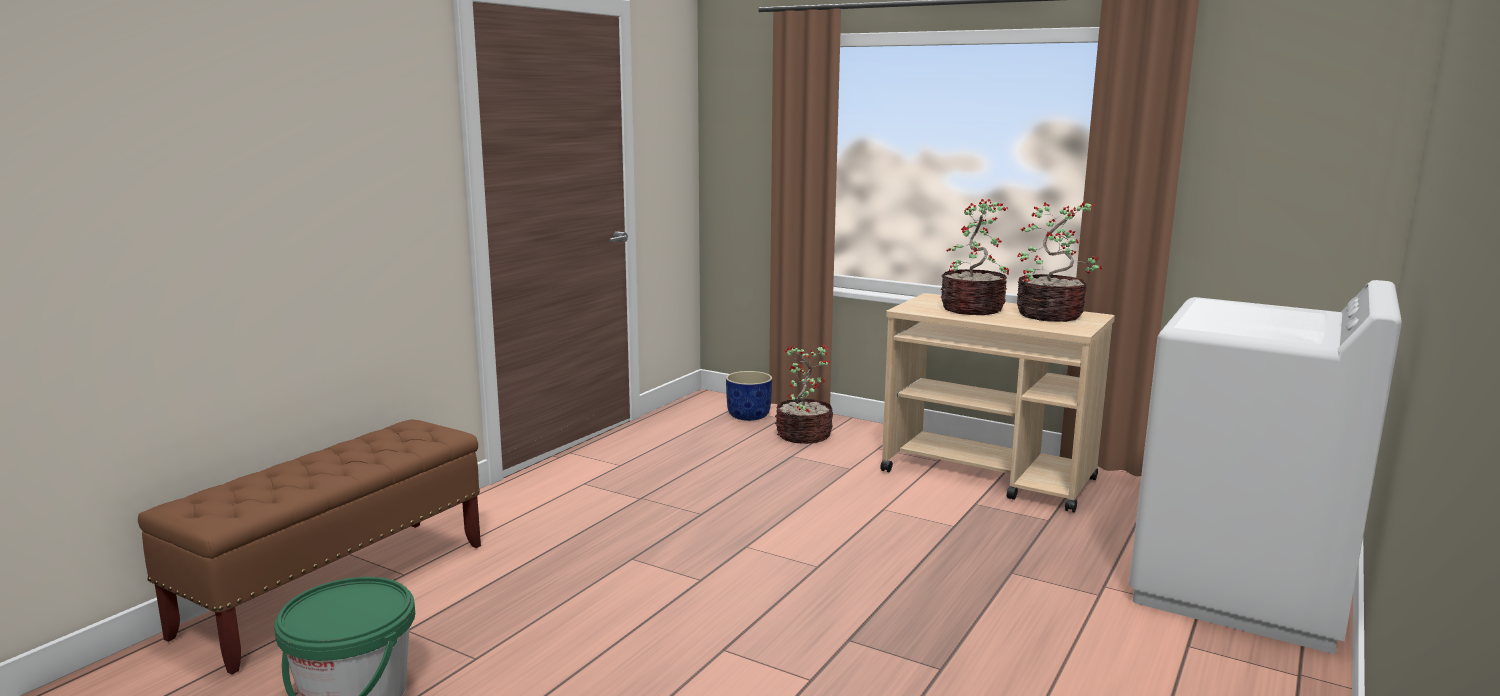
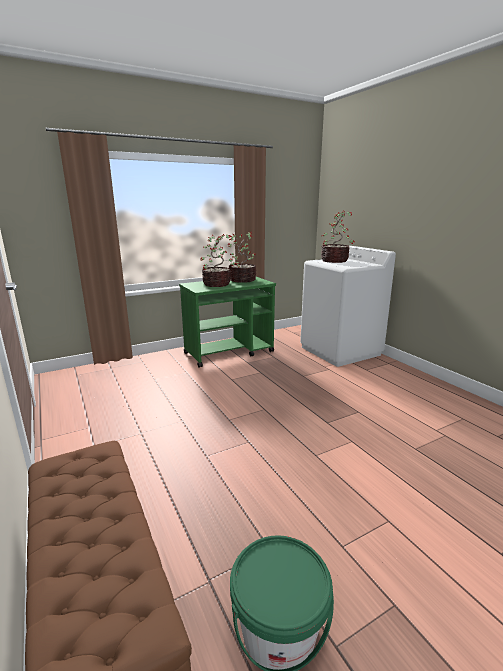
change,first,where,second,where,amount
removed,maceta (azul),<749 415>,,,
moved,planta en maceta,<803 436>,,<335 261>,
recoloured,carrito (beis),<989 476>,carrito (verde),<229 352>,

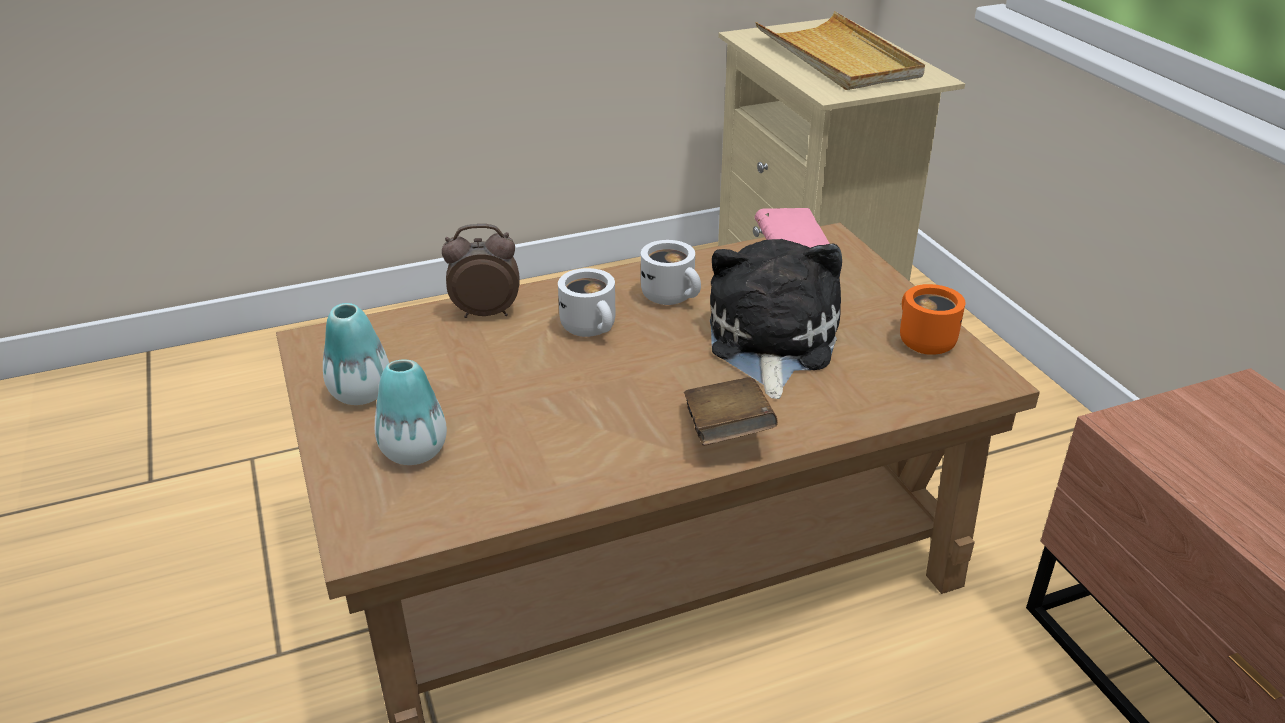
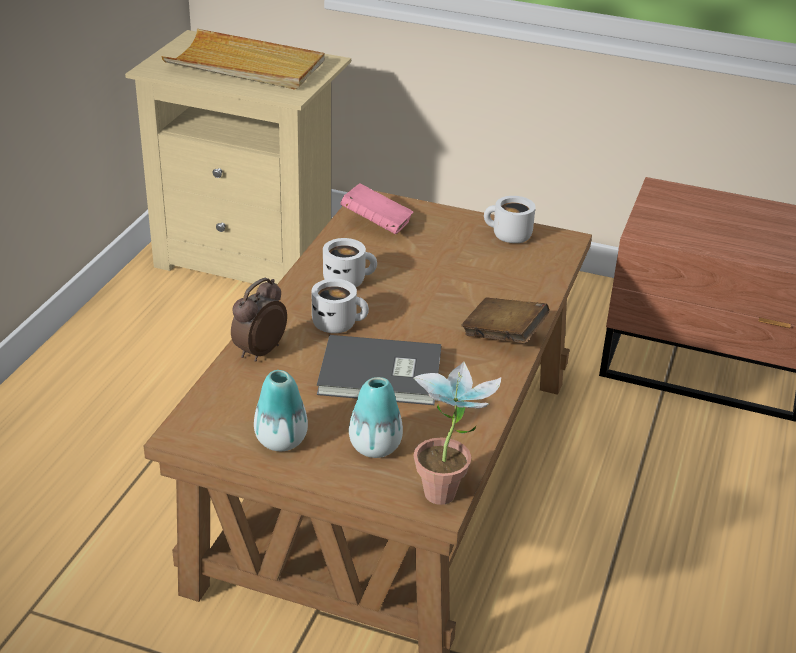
change,first,where,second,where,amount
removed,peluche,<770 343>,,,
added,,,libro (gris),<381 376>,
added,,,planta en maceta,<448 488>,
recoloured,taza grande (naranja),<921 341>,taza grande (blanco),<508 236>,

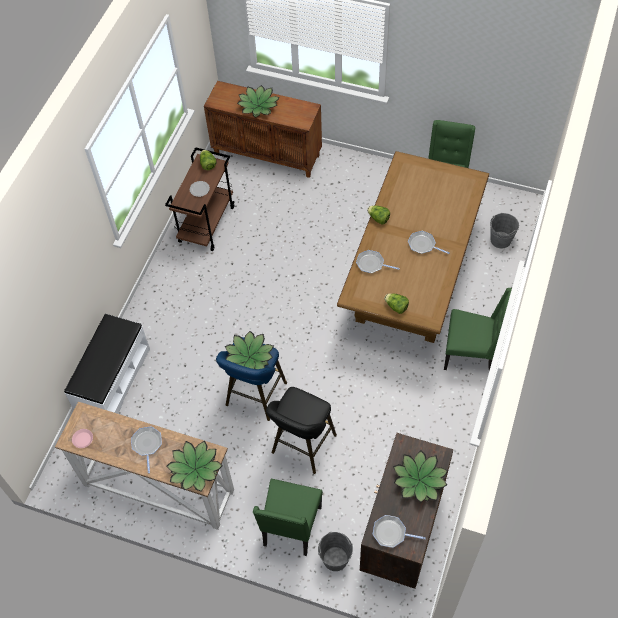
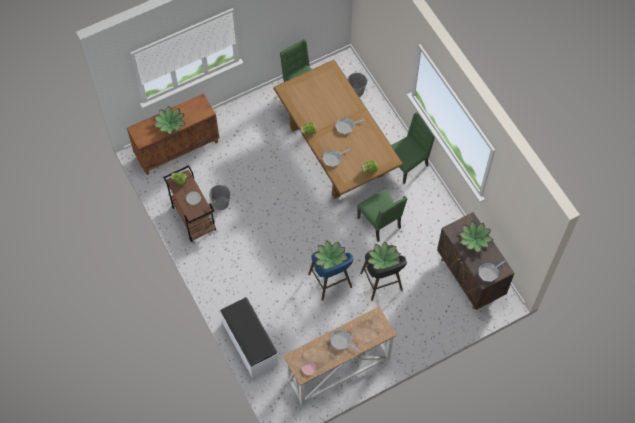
change,first,where,second,where,amount
moved,planta en maceta,<195 469>,,<384 260>,
moved,silla (verde),<291 527>,,<380 223>,
moved,cubo (gris),<335 558>,,<221 203>,

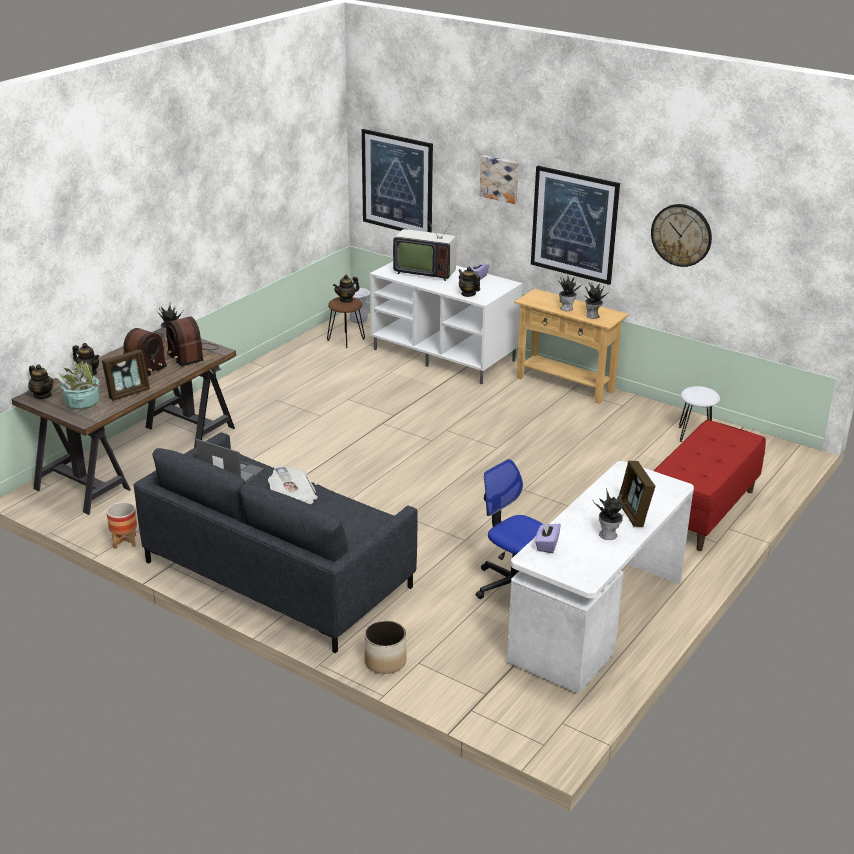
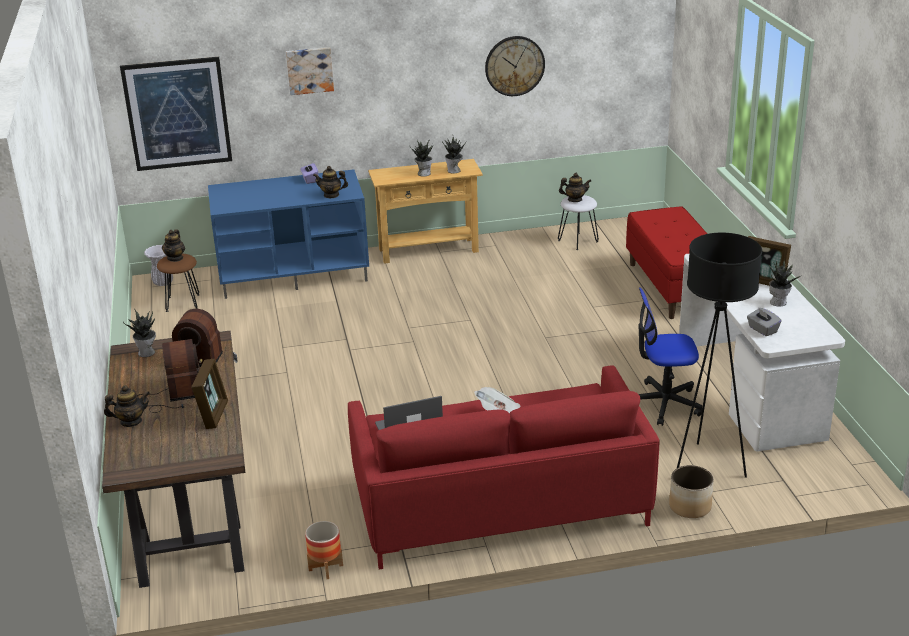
change,first,where,second,where,amount
removed,planta en maceta,<82 402>,,,
removed,televisor,<424 272>,,,
removed,cuadro,<574 224>,,,
added,,,lámpara de pie (negro),<707 466>,
moved,tetera,<43 395>,,<574 200>,
recoloured,sofá (gris),<277 574>,sofá (rojo),<500 504>,
recoloured,mueble de televisión (blanco),<445 355>,mueble de televisión (azul),<294 273>,
recoloured,caja de pañuelos (morado),<547 545>,caja de pañuelos (gris),<762 330>,

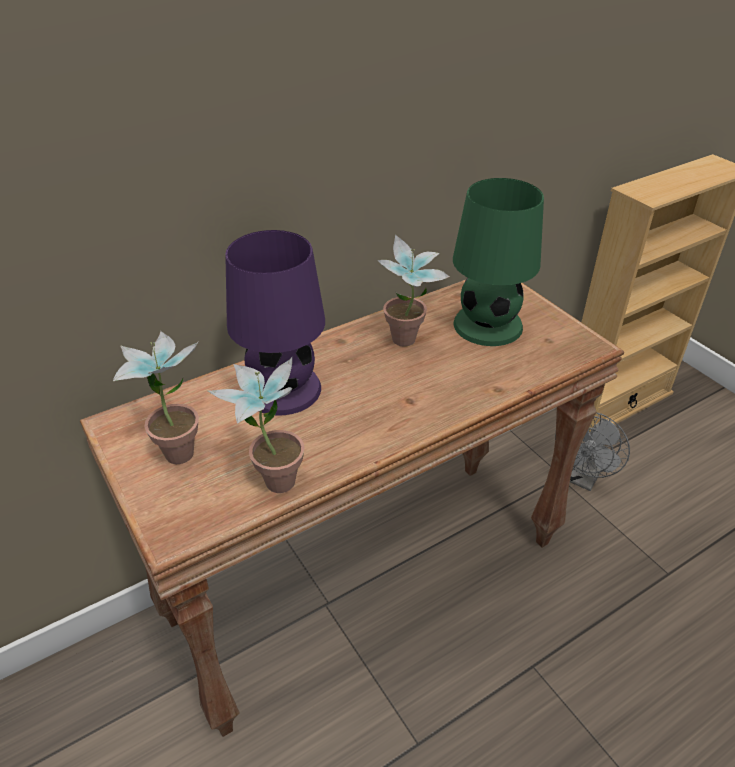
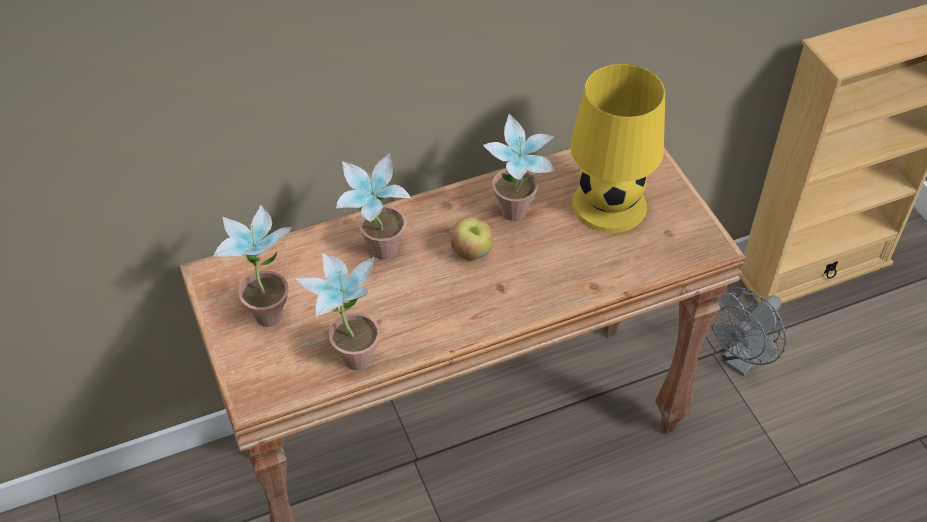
change,first,where,second,where,amount
added,,,manzana,<471 252>,
replaced,lámpara de mesa (morado),<283 388>,planta en maceta,<378 256>,
recoloured,lámpara de mesa (verde),<487 325>,lámpara de mesa (amarillo),<608 204>,

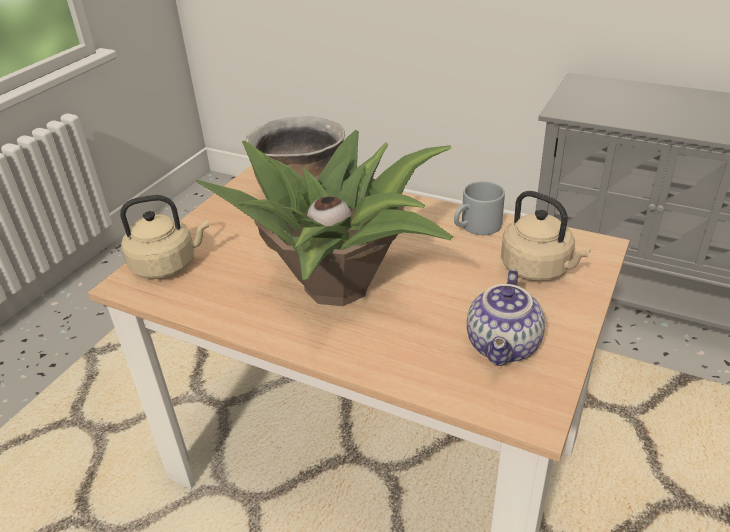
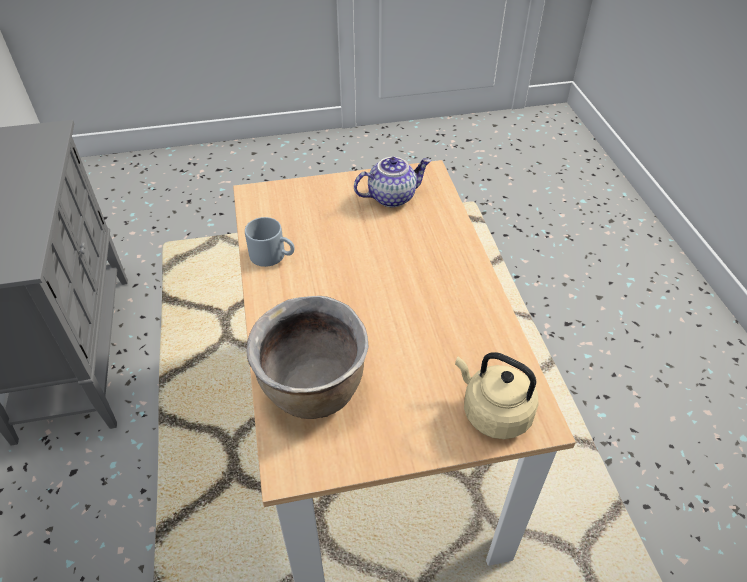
change,first,where,second,where,amount
removed,planta en maceta,<340 286>,,,
removed,hervidor (beis),<538 269>,,,

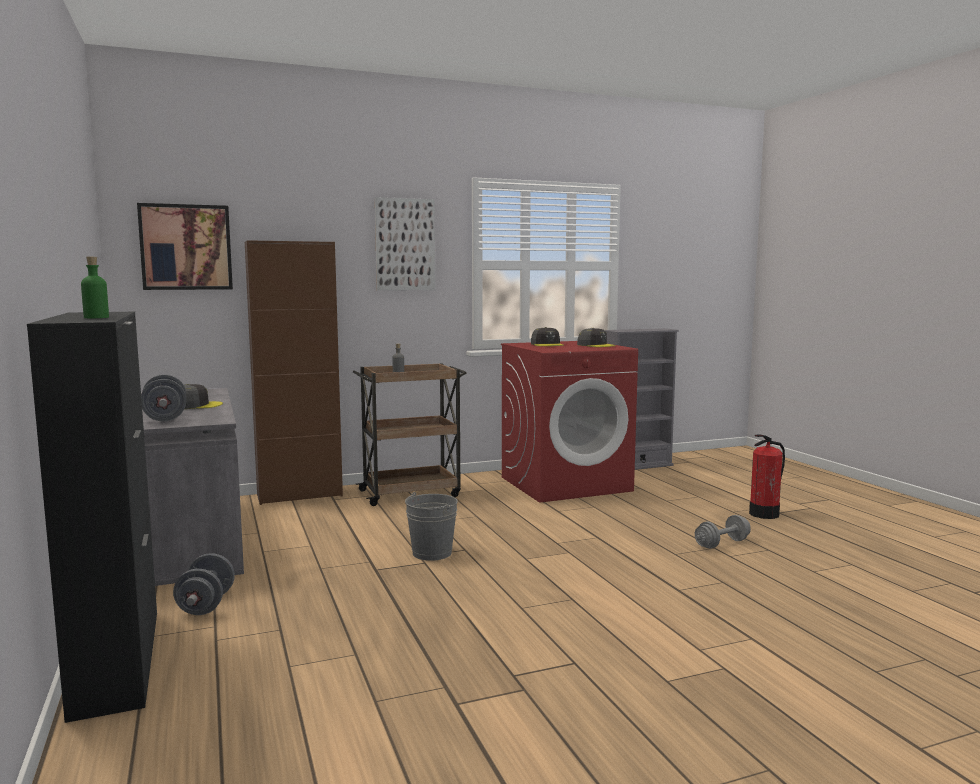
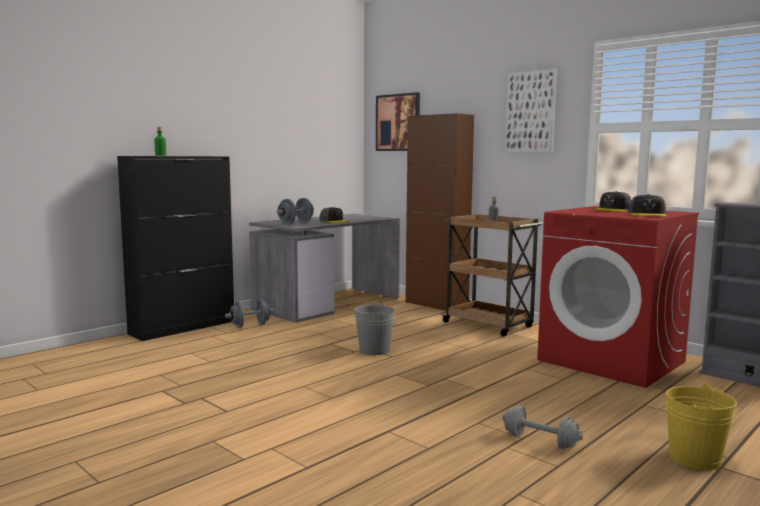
change,first,where,second,where,amount
replaced,extintor,<764 514>,cubo (amarillo),<694 458>,

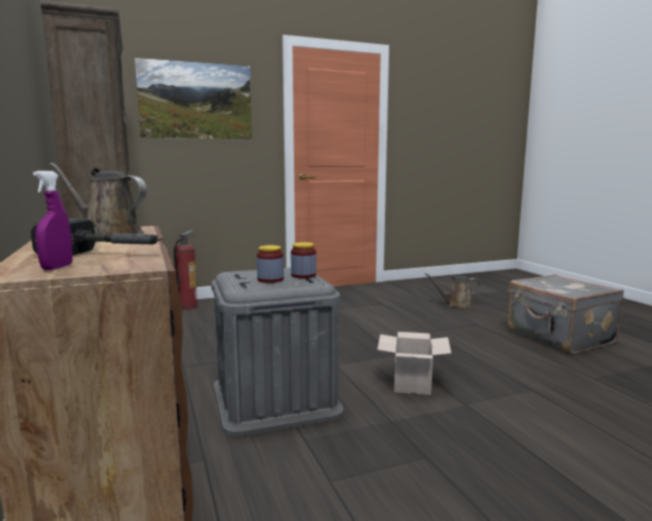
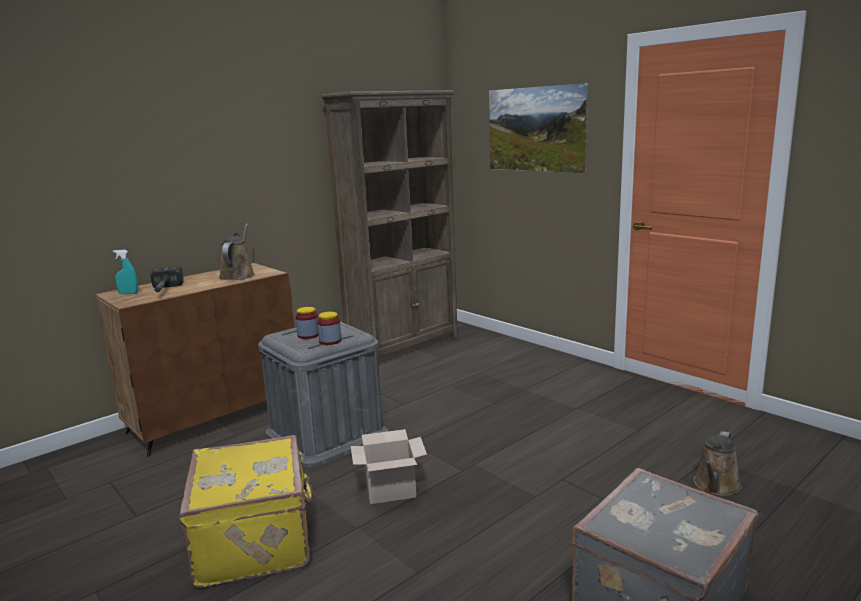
change,first,where,second,where,amount
removed,extintor,<187 307>,,,
added,,,maleta (amarillo),<256 540>,
recoloured,pulverizador (morado),<57 267>,pulverizador (turquesa),<128 293>,
turned,regadera (marrón),<456 305>,,<716 486>,120 degrees counterclockwise

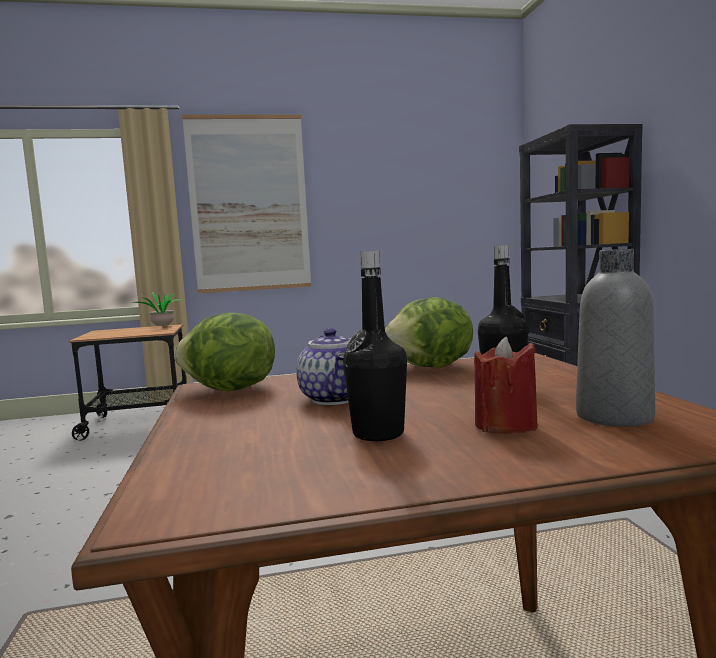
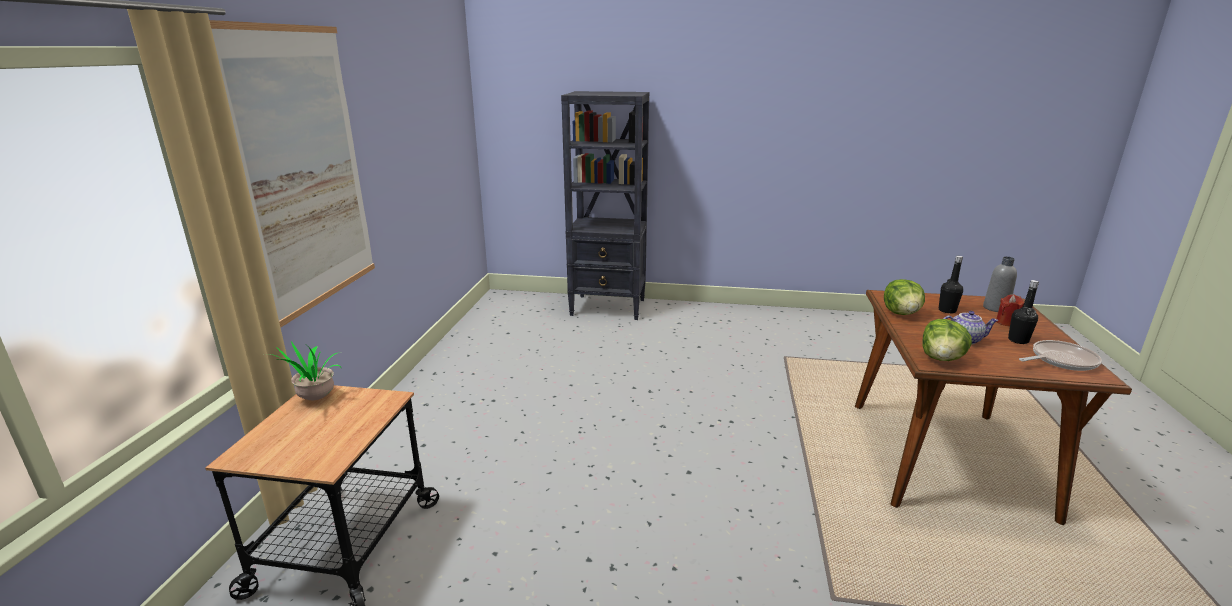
change,first,where,second,where,amount
added,,,sartén,<1060 360>,

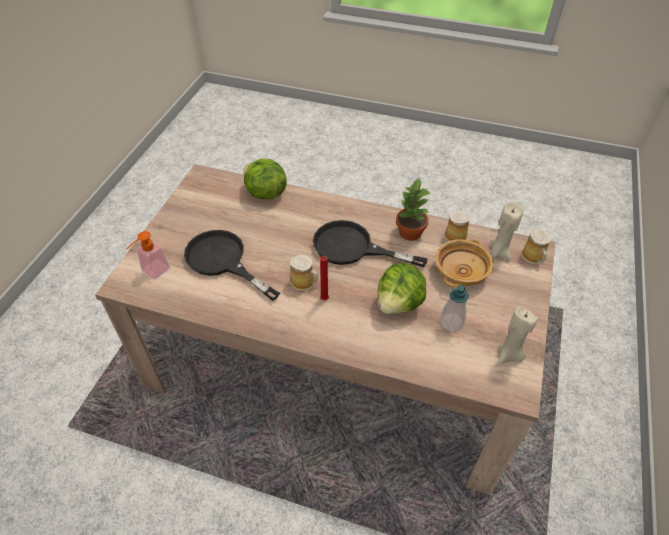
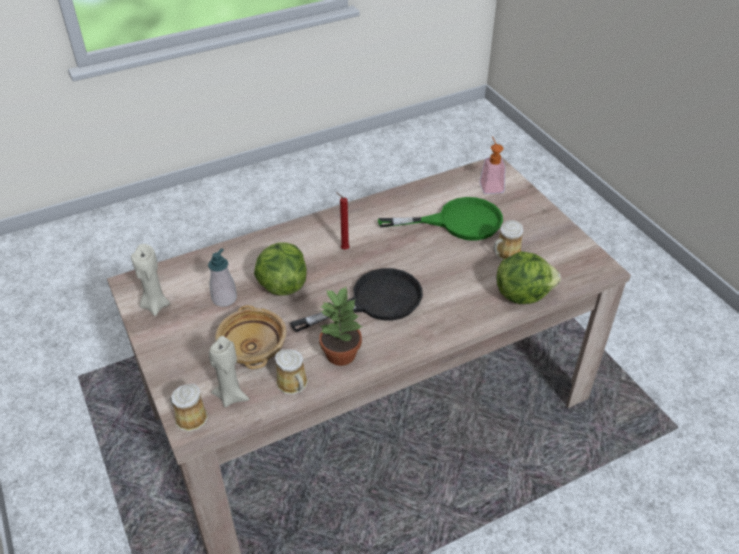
change,first,where,second,where,amount
moved,taza grande,<304 282>,,<506 253>,
recoloured,sartén (negro),<223 261>,sartén (verde),<457 222>,

